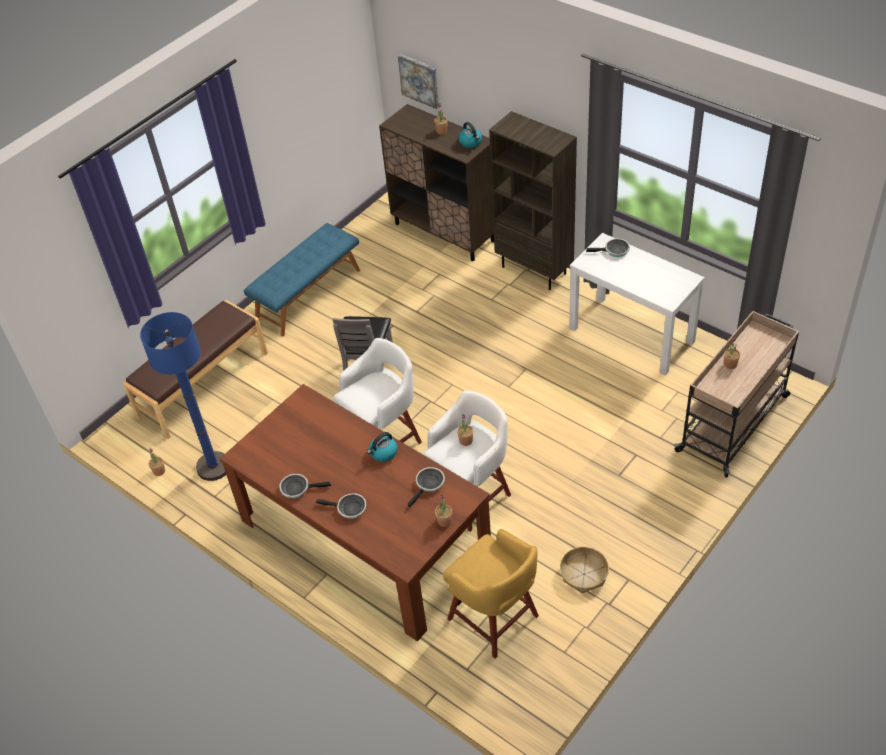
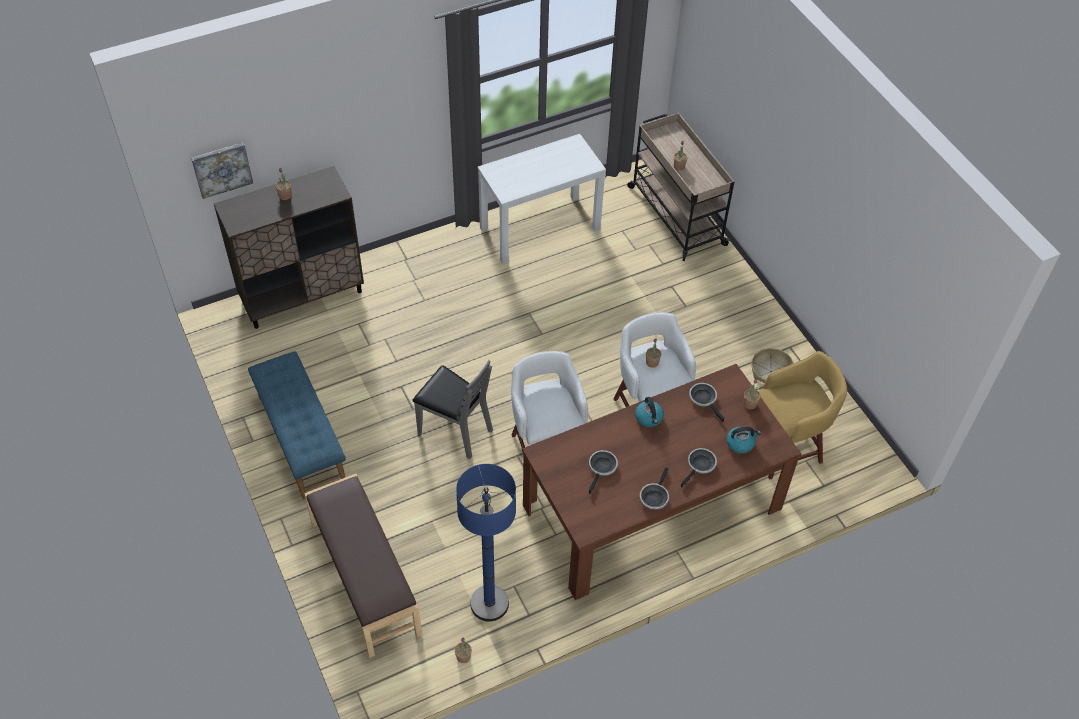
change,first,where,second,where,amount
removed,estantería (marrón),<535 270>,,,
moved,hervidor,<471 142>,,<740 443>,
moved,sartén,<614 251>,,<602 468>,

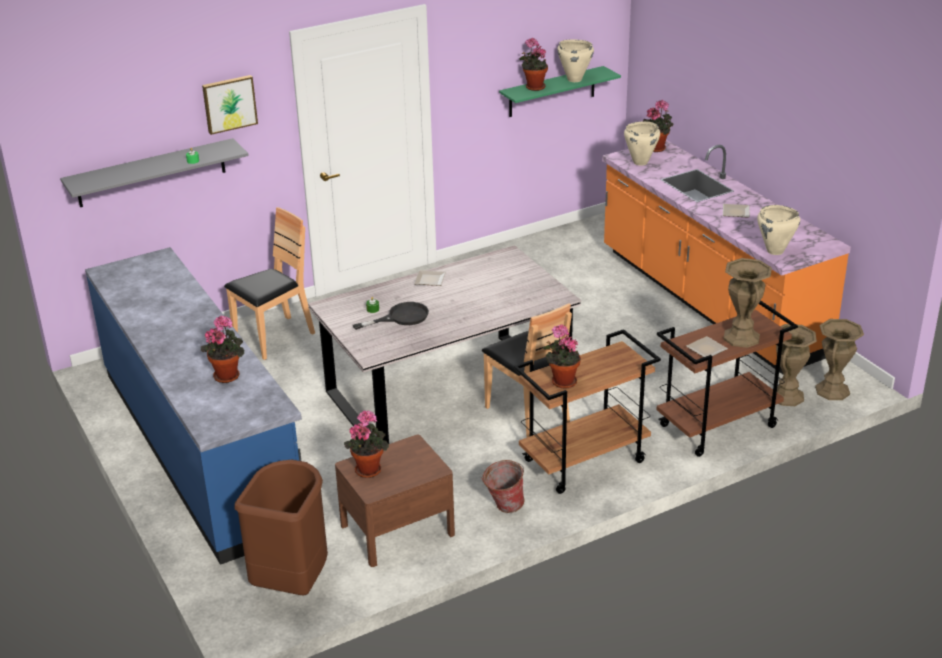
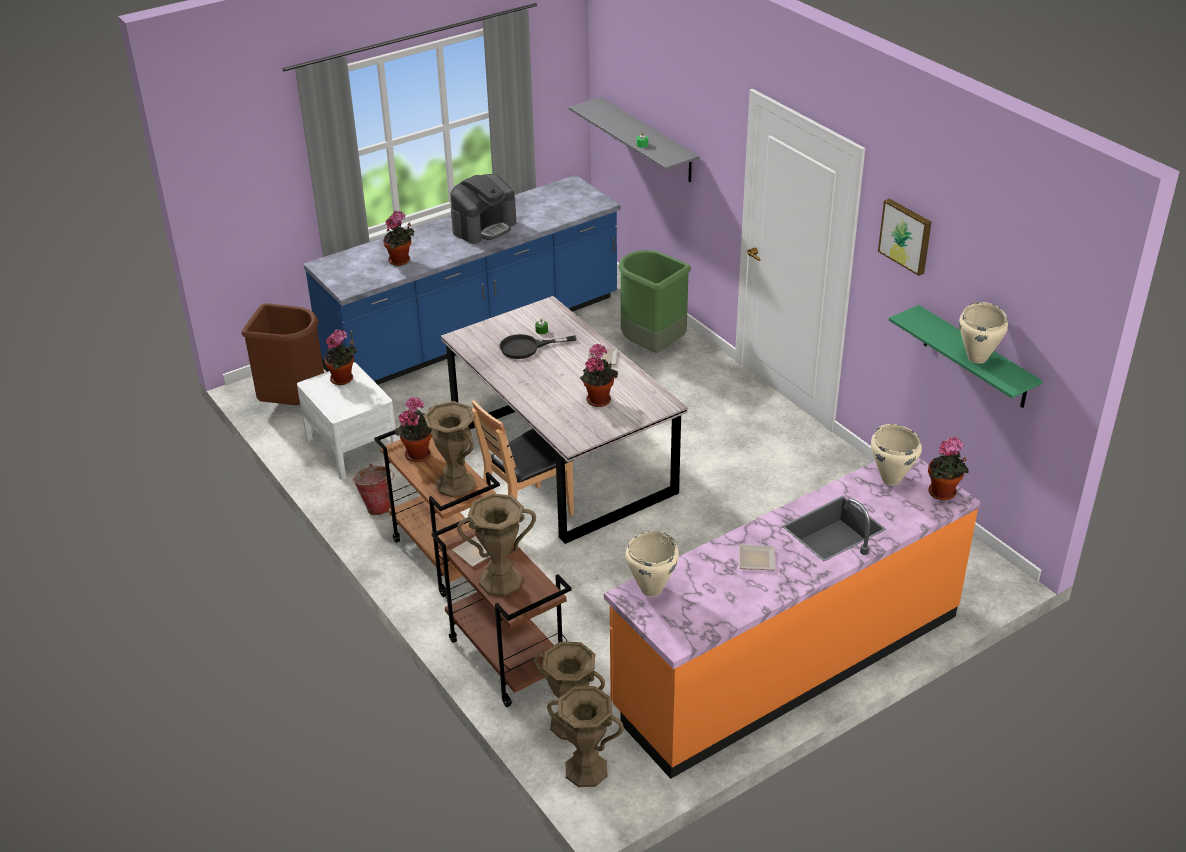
change,first,where,second,where,amount
added,,,florero (marrón),<456 484>,
added,,,cafetera,<484 227>,
moved,cuadro,<229 103>,,<906 236>,
moved,planta en maceta,<533 87>,,<598 399>,
replaced,silla (marrón),<274 338>,papelera (verde),<651 346>,
recoloured,mesita de noche (marrón),<397 530>,mesita de noche (blanco),<352 447>,
turned,sartén (negro),<401 317>,,<527 347>,105 degrees clockwise

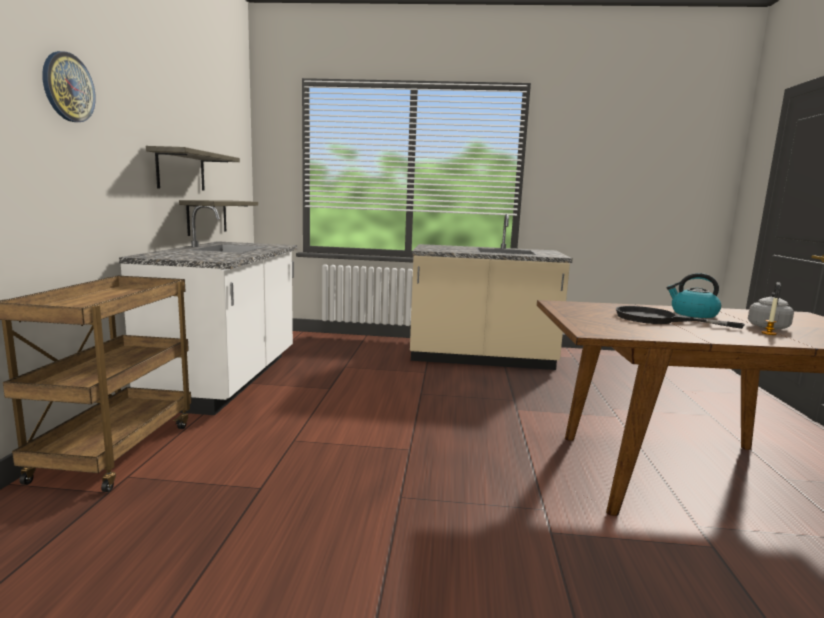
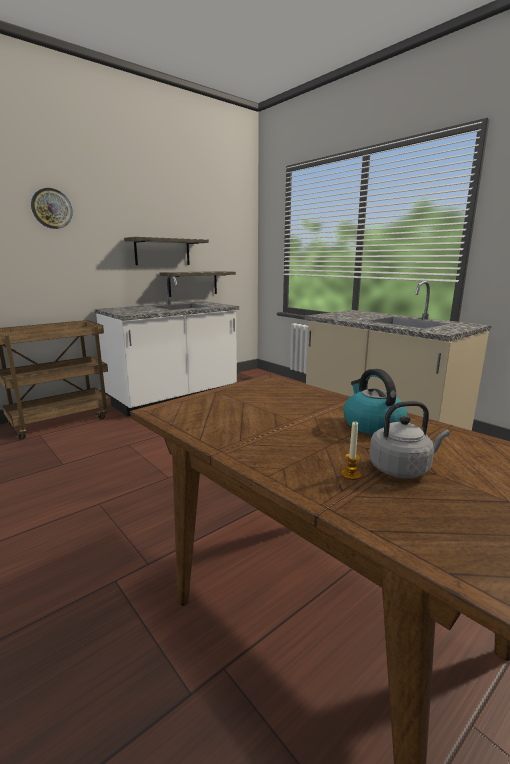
change,first,where,second,where,amount
removed,sartén (negro),<657 319>,,,

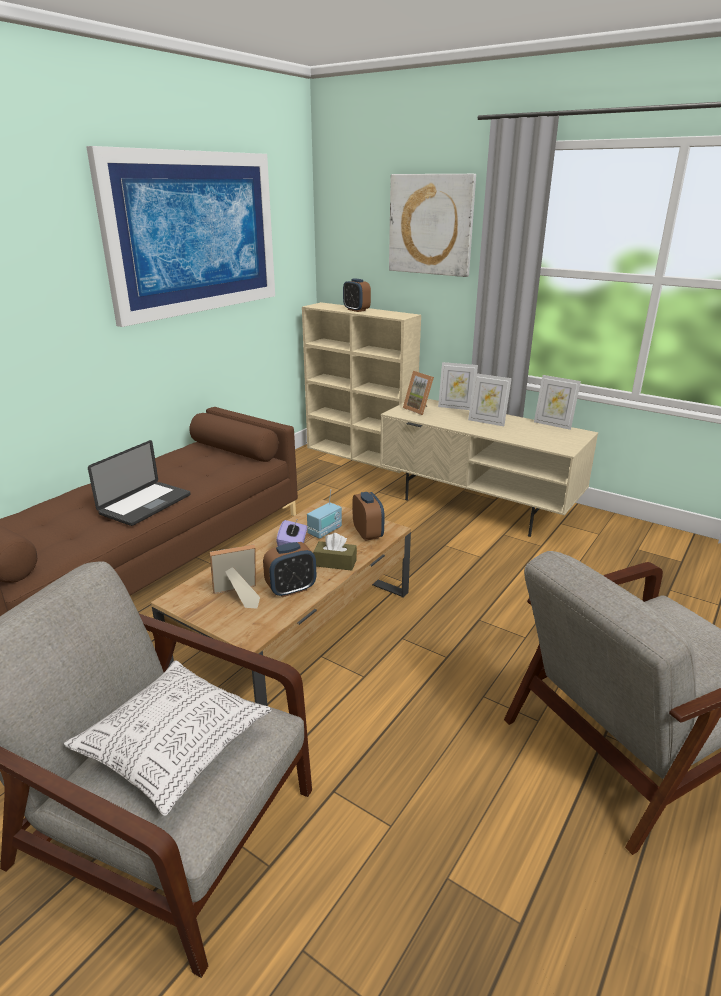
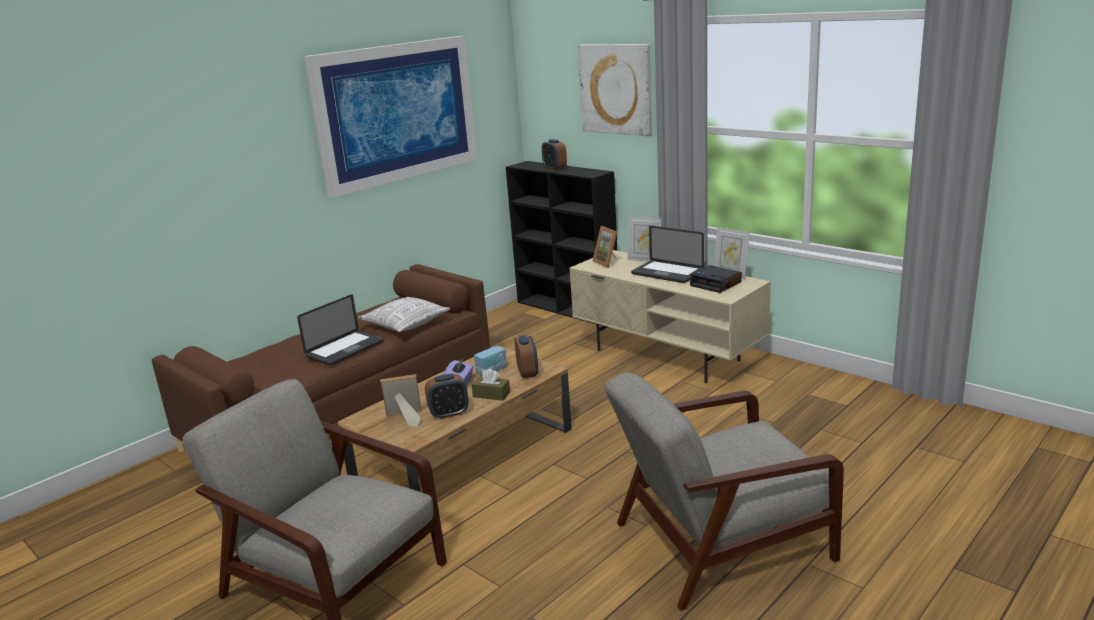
change,first,where,second,where,amount
added,,,despertador,<716 284>,
moved,cojín,<175 746>,,<406 324>,
replaced,portarretratos,<487 422>,portátil,<667 273>,
recoloured,estantería (beis),<360 455>,estantería (negro),<568 309>,

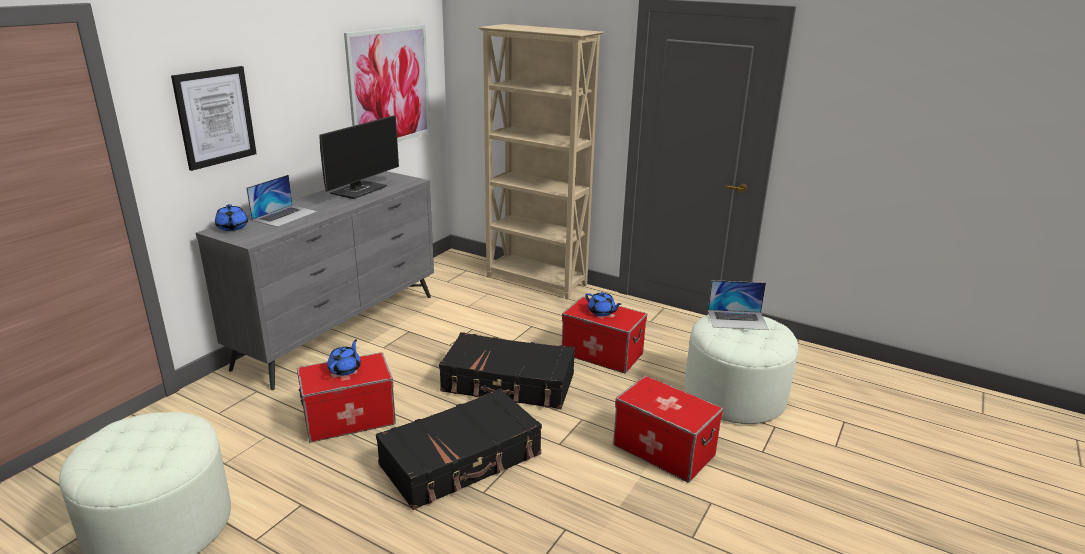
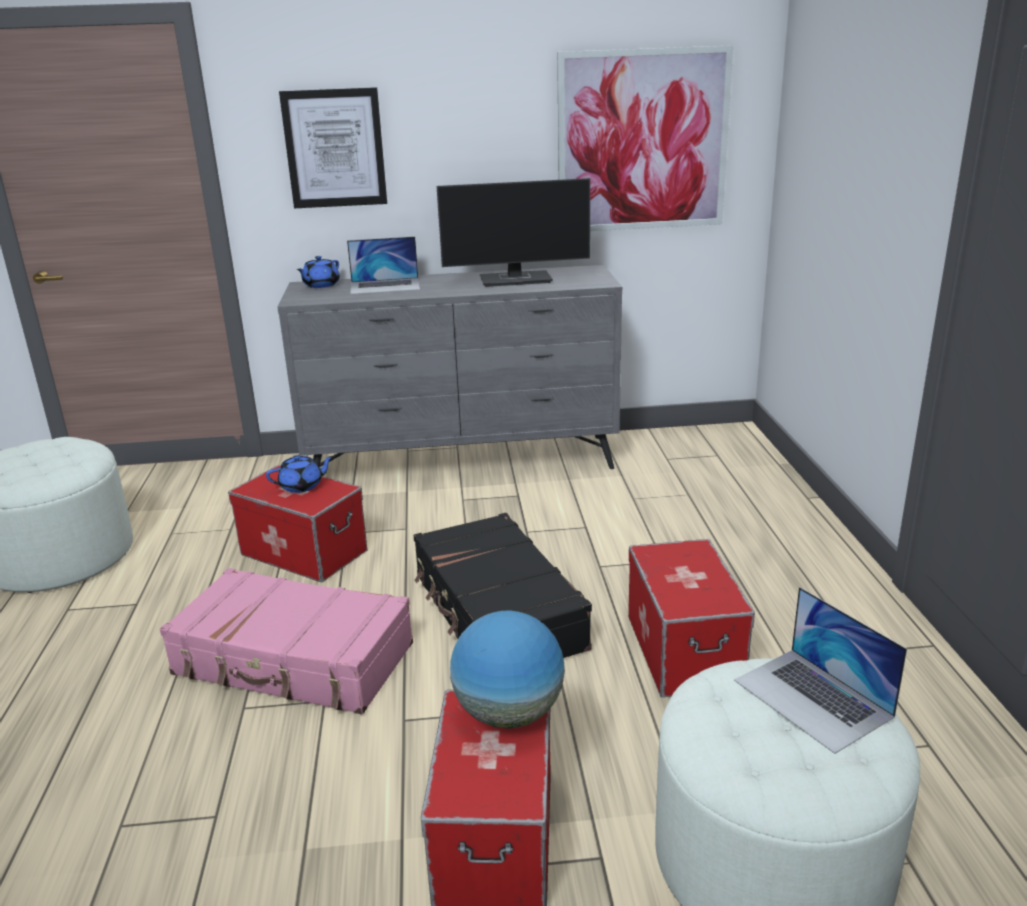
change,first,where,second,where,amount
removed,estantería (beis),<536 281>,,,
removed,tetera (azul),<602 312>,,,
added,,,globo terráqueo,<508 714>,
recoloured,maleta (negro),<462 460>,maleta (rosa),<293 661>,

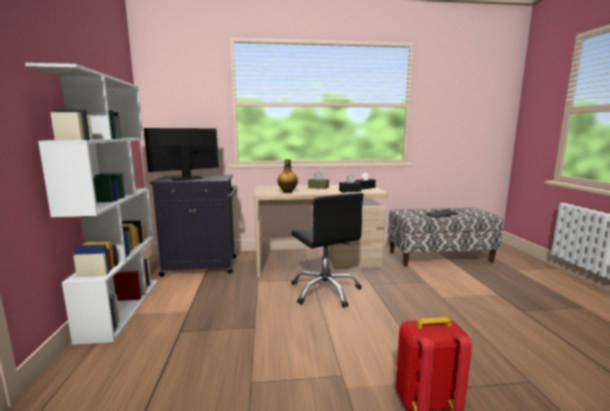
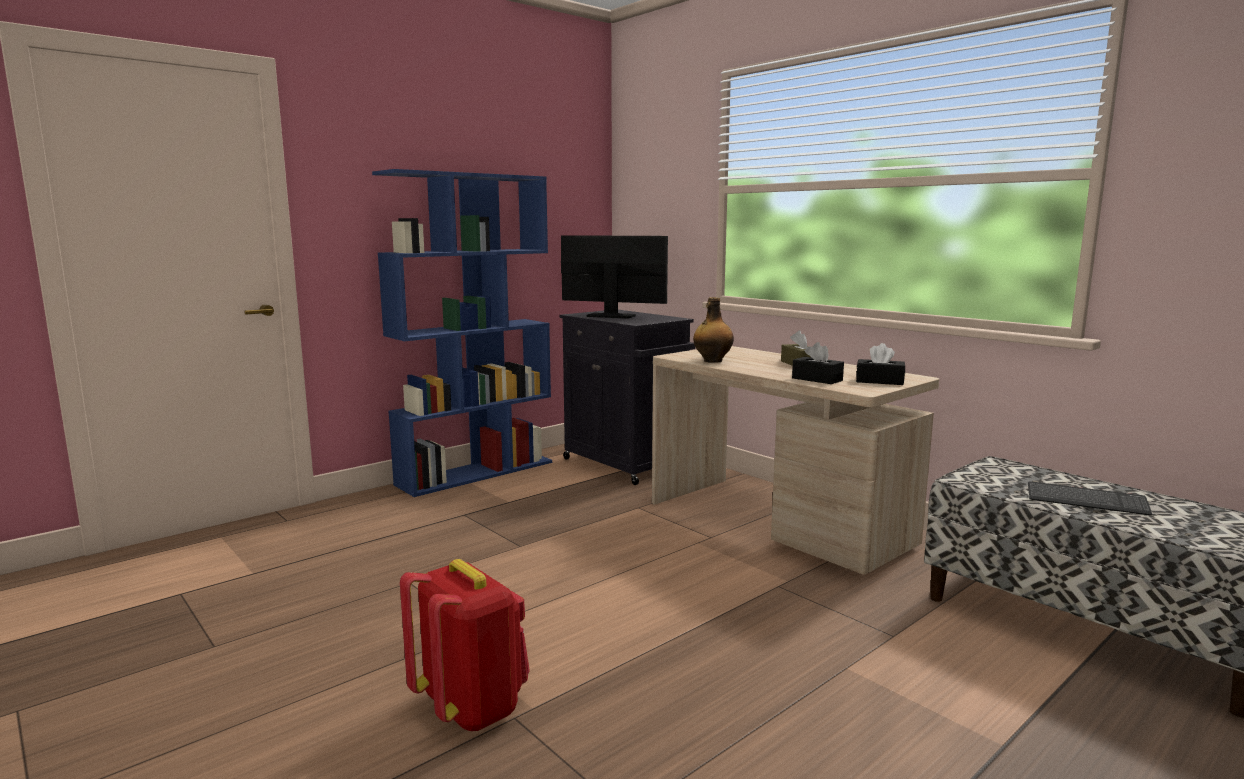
change,first,where,second,where,amount
removed,silla de oficina (negro),<325 291>,,,
recoloured,estantería (blanco),<122 307>,estantería (azul),<476 473>,

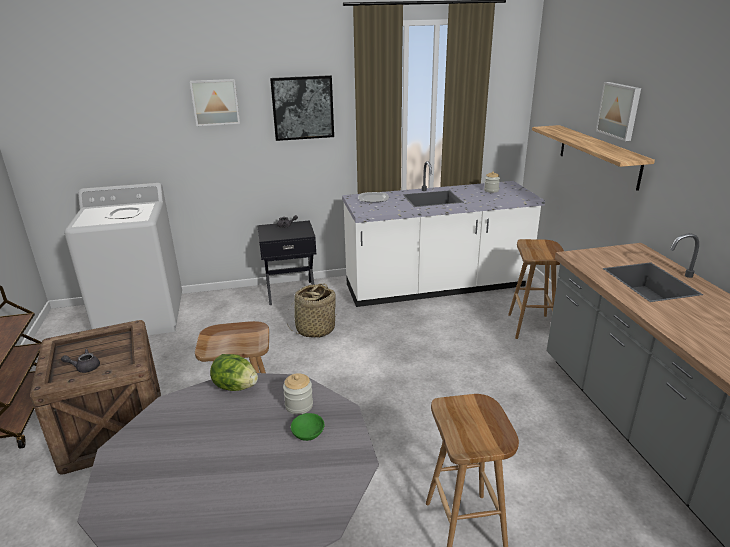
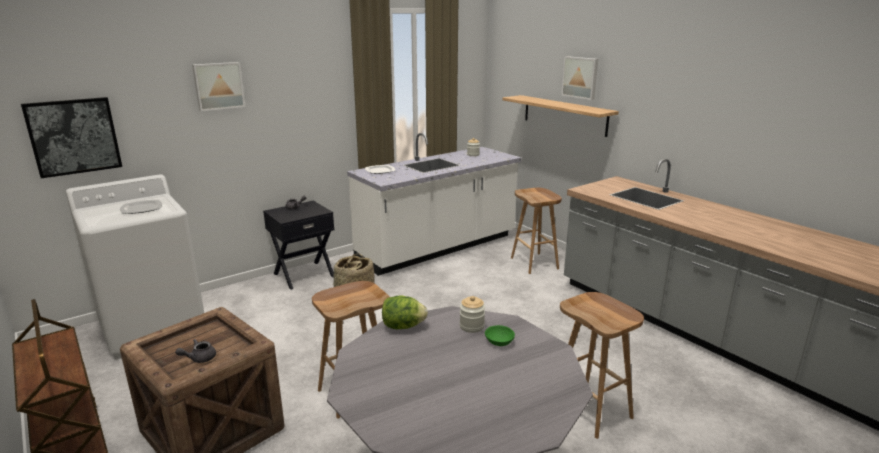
change,first,where,second,where,amount
moved,cuadro,<302 108>,,<74 136>,

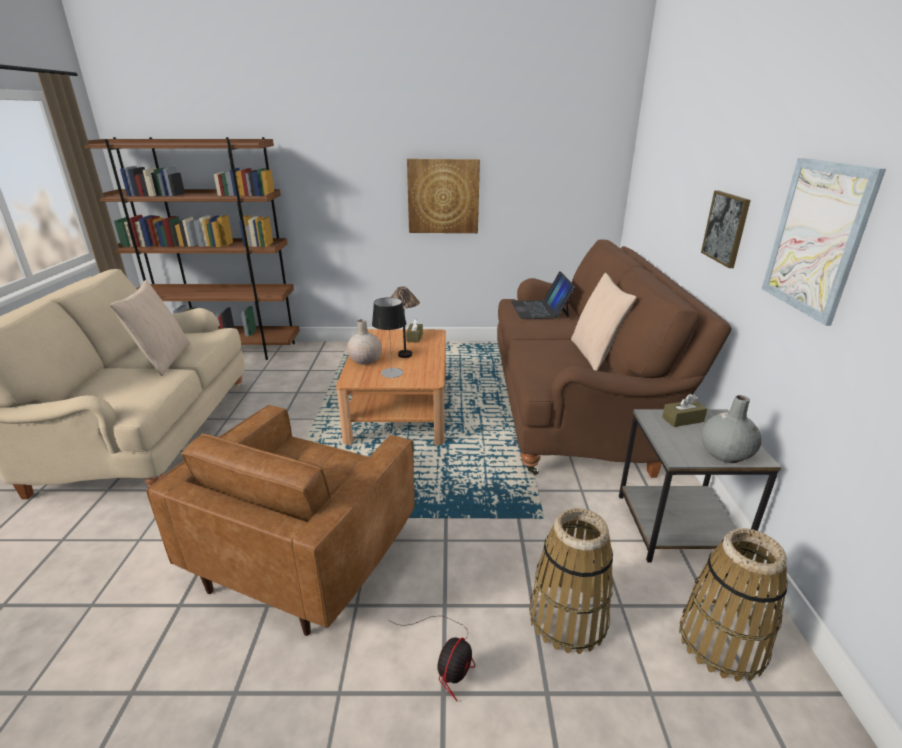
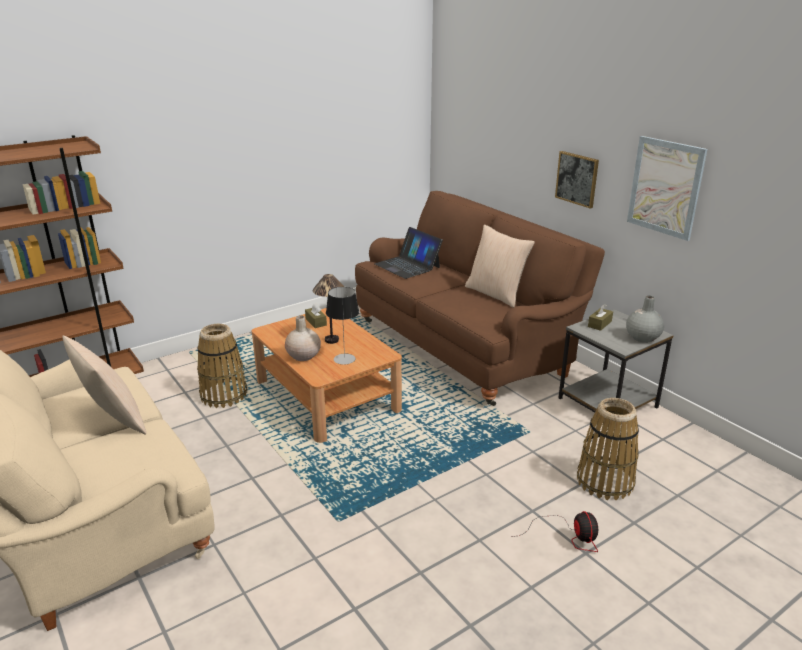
change,first,where,second,where,amount
removed,sillón (marrón),<304 557>,,,
removed,cuadro,<443 196>,,,
moved,cesta,<722 642>,,<224 395>,

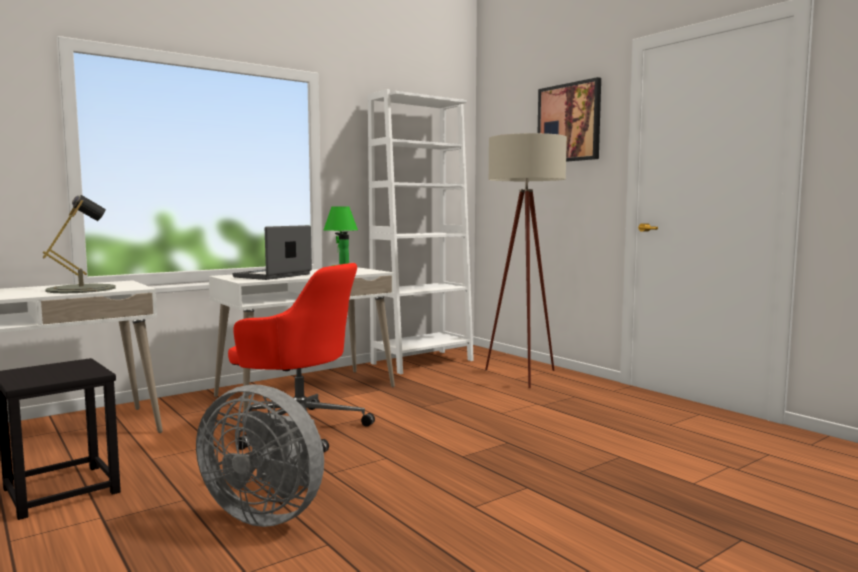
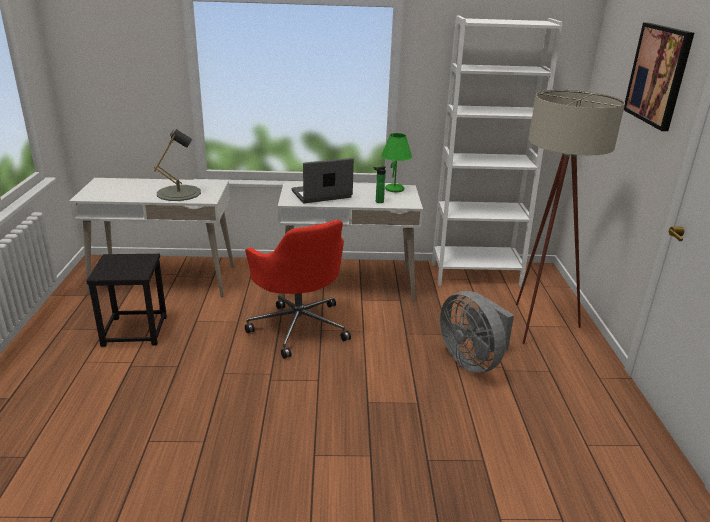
change,first,where,second,where,amount
moved,ventilador (gris),<268 513>,,<472 361>,

